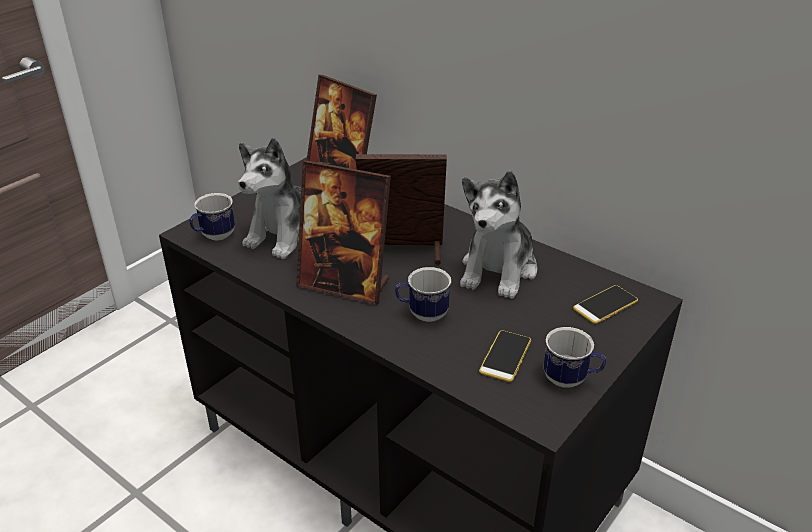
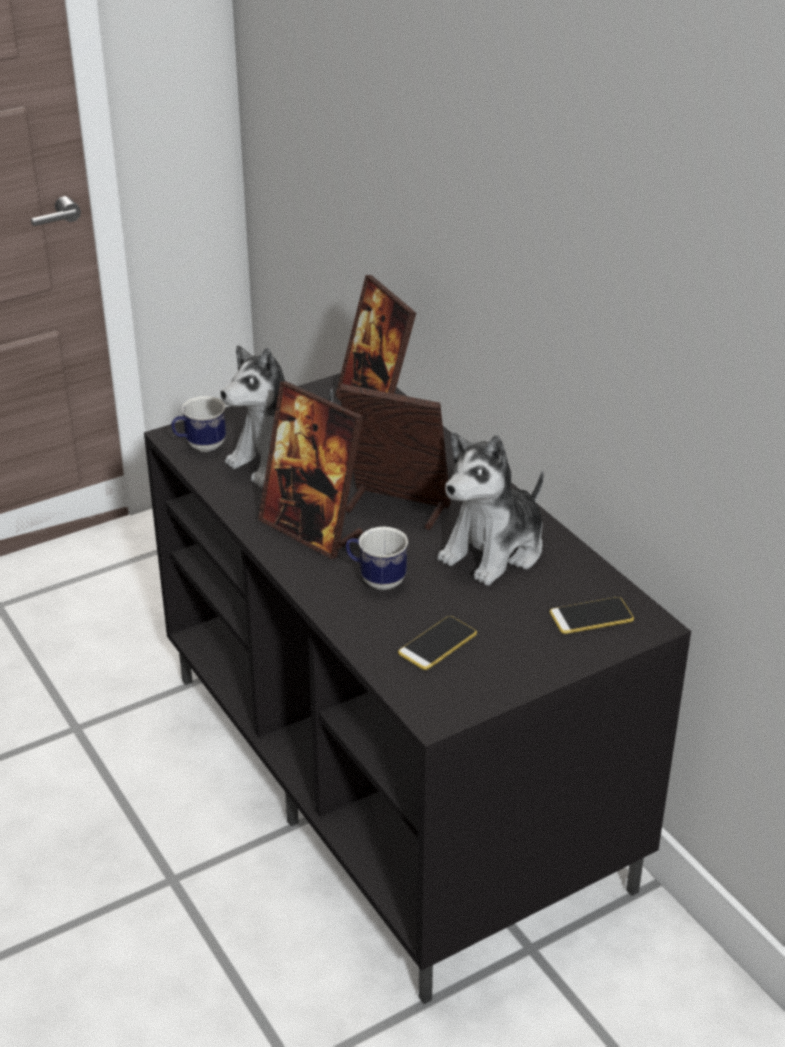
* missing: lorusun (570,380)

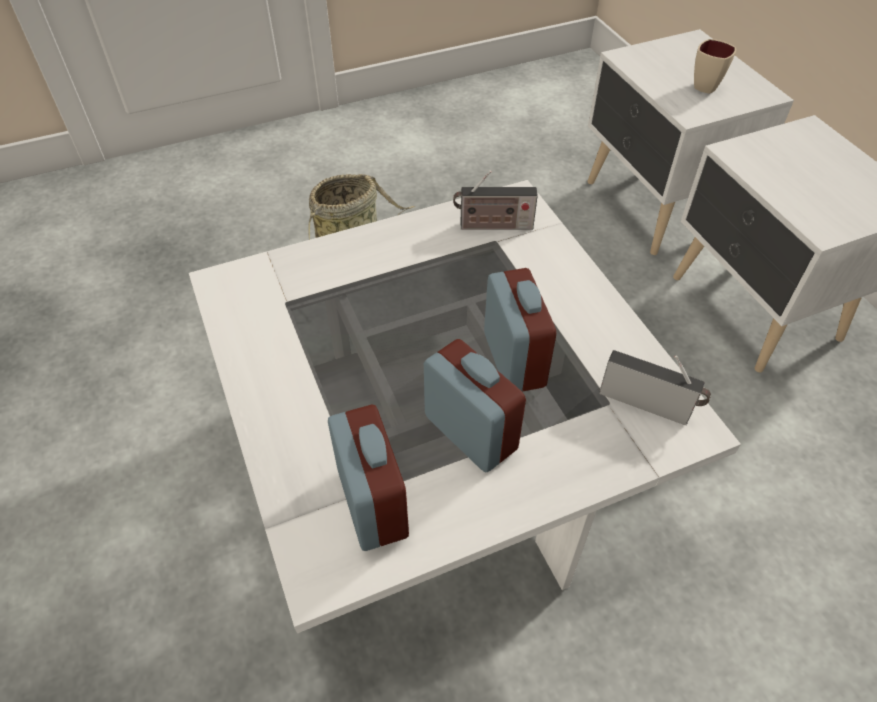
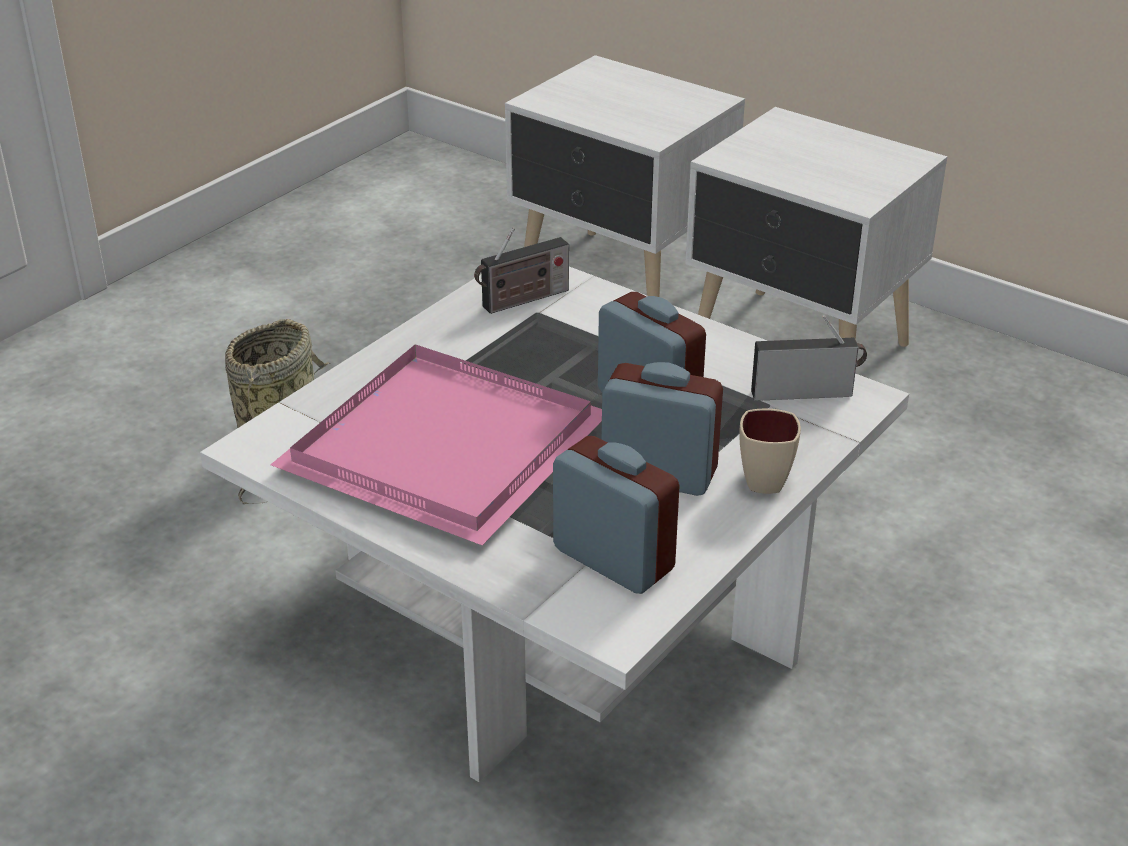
* appeared: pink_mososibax (443,443)
* relocated: beige_lorusun (707,84) to (764,476)

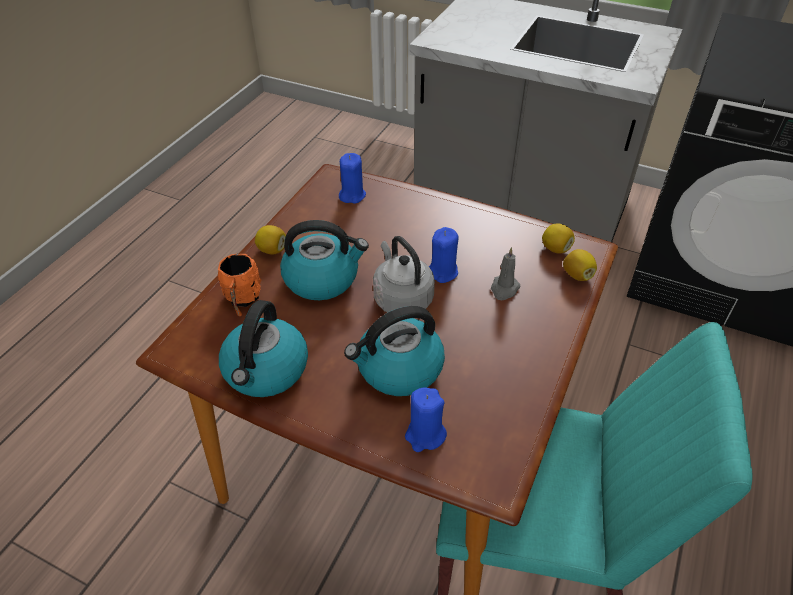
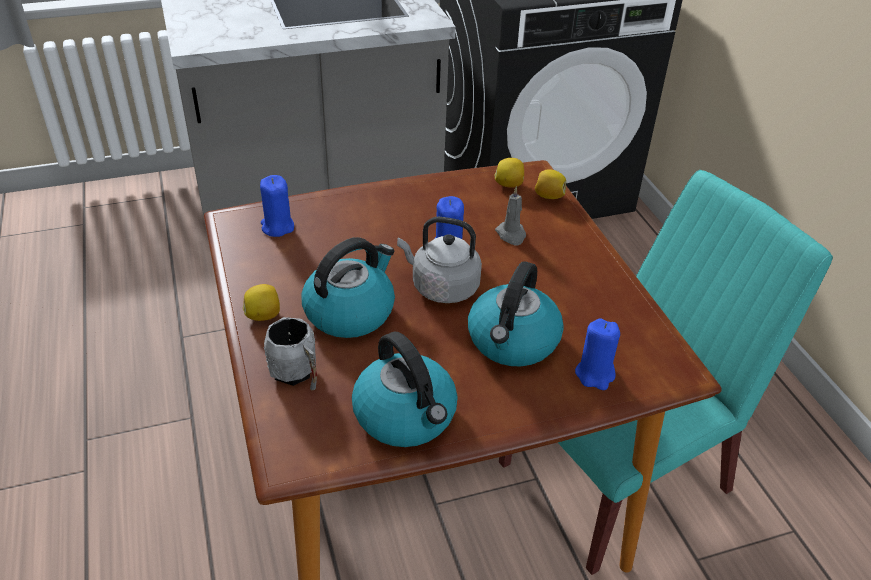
* colour: orange_lorusun (242,300) to grey_lorusun (297,375)

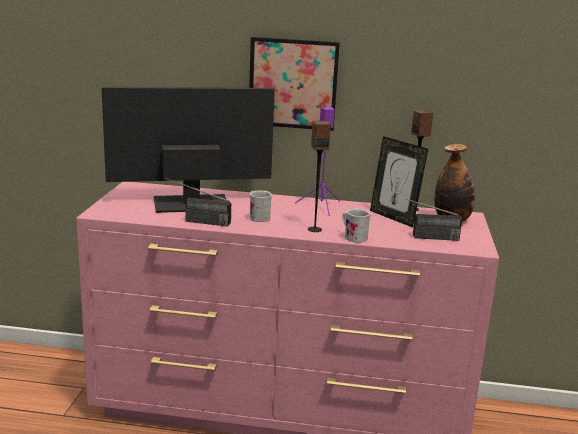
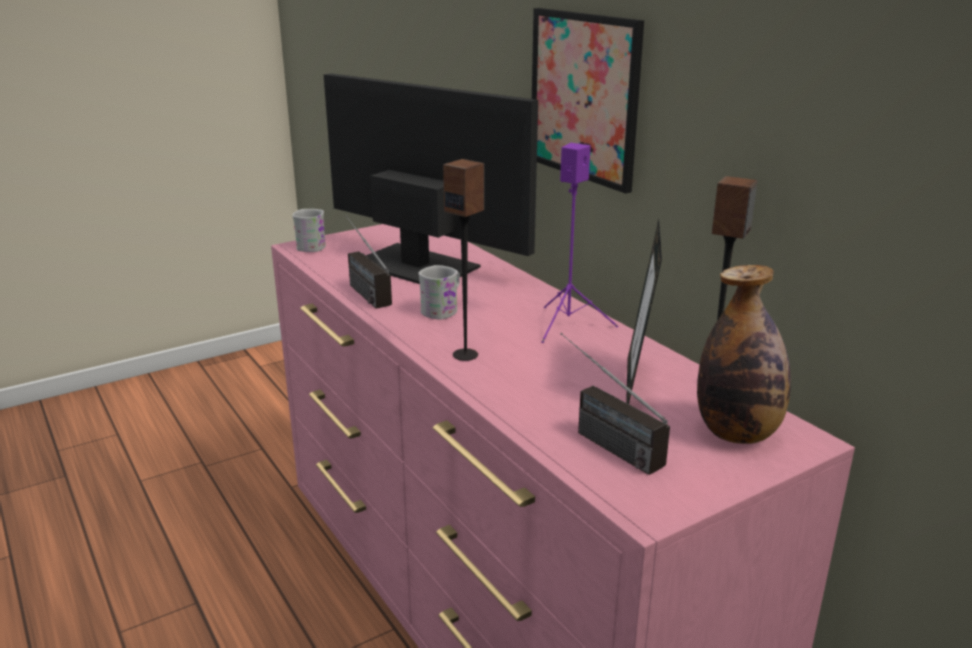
* relocated: white_lorusun (353,237) to (313,246)

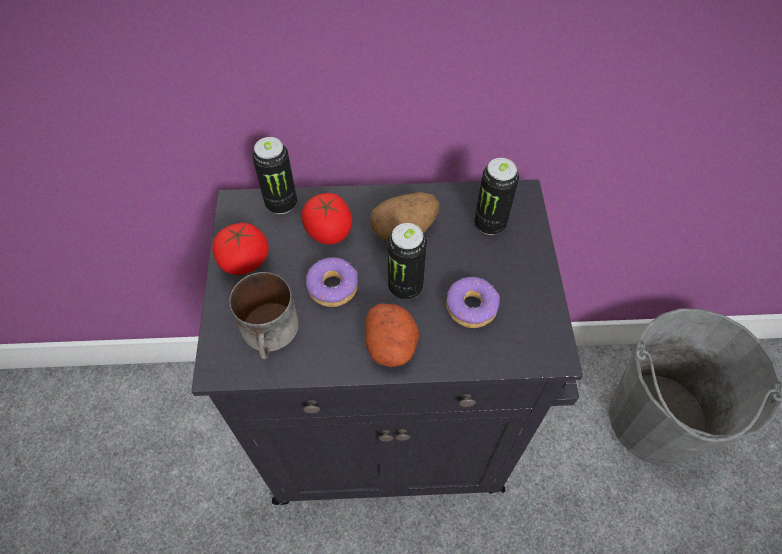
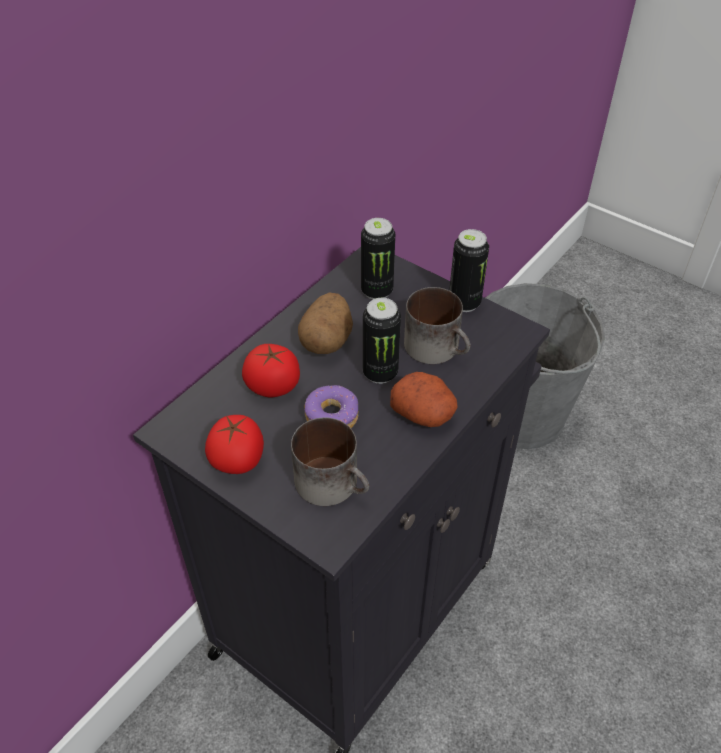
* relocated: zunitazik (281,203) to (464,303)
* exchanged: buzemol (472,307) to lorusun (438,347)

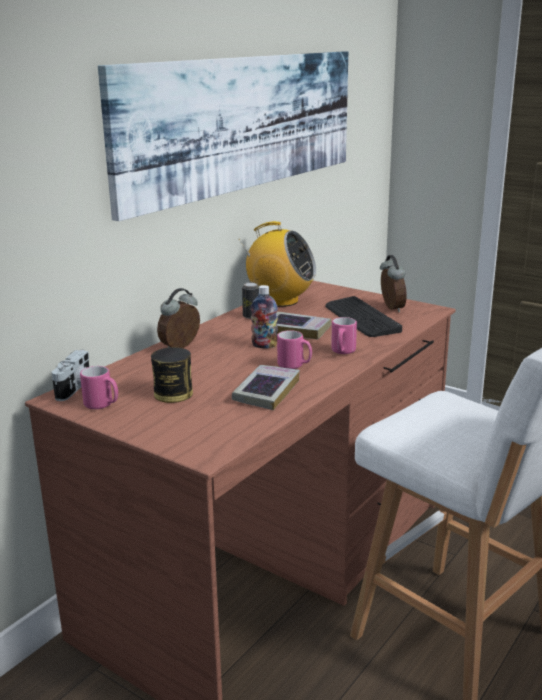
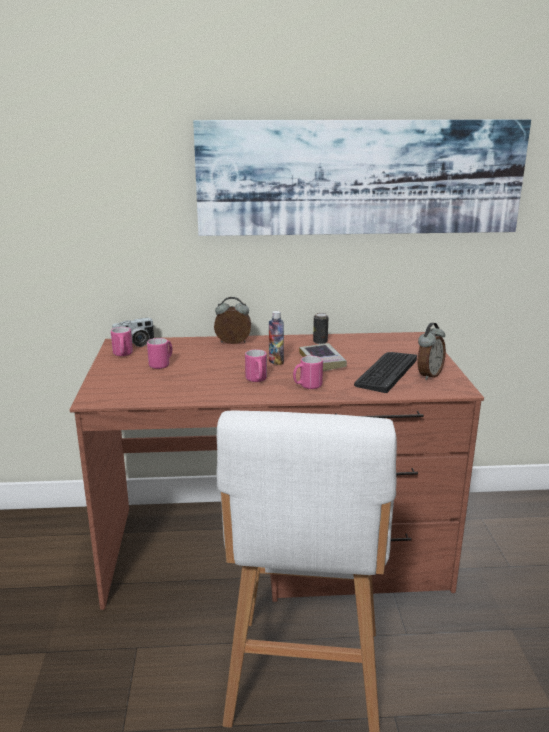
* missing: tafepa (266,392)
* missing: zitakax (280,301)
* exchanged: zunitazik (173,394) to pink_lorusun (162,364)

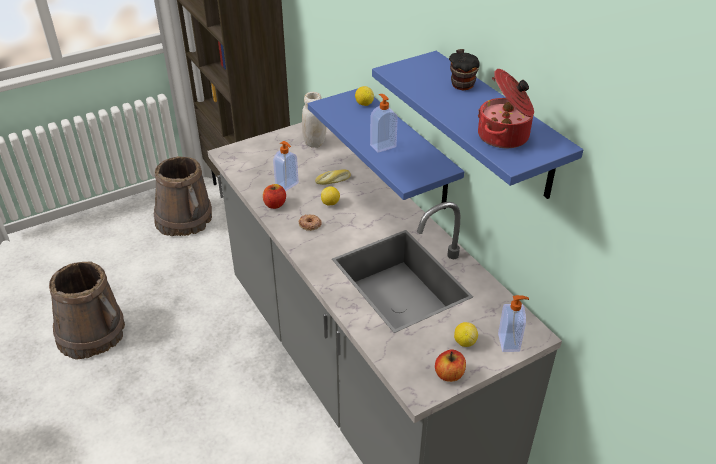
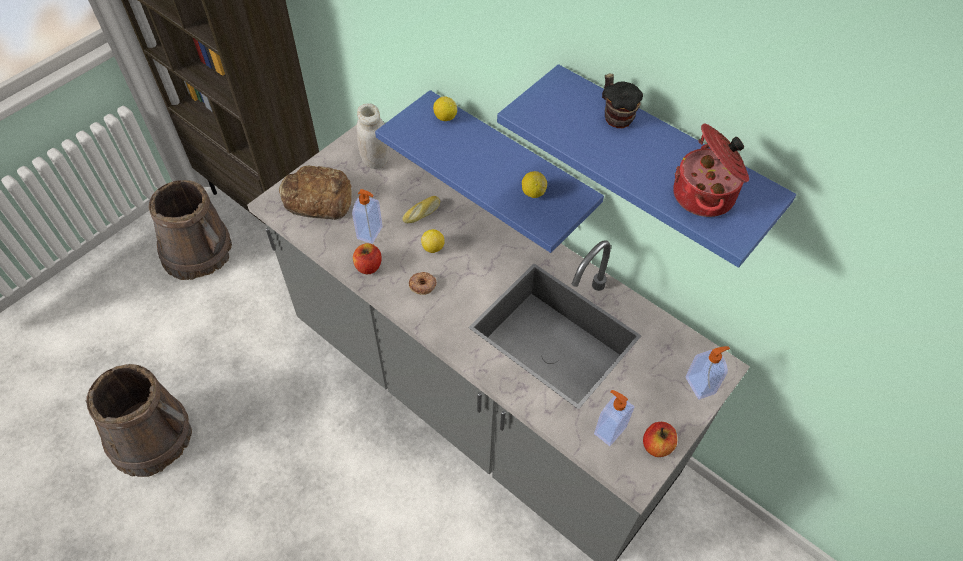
* appeared: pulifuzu (318,198)
* relocated: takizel (382,146) to (609,430)
* relocated: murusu (464,342) to (533,193)

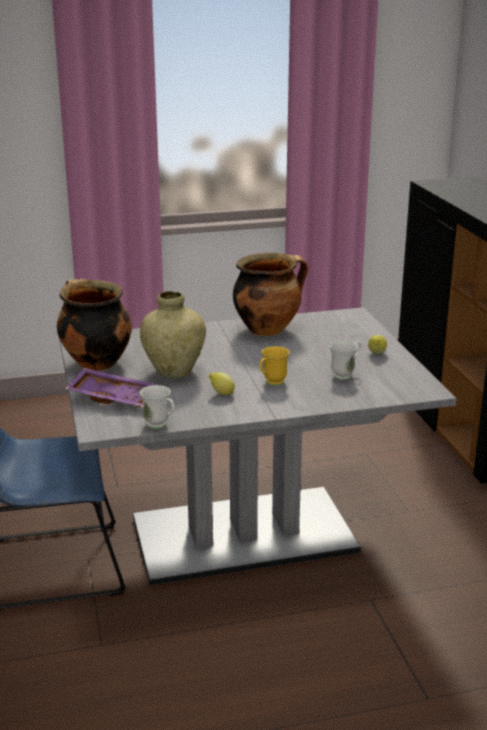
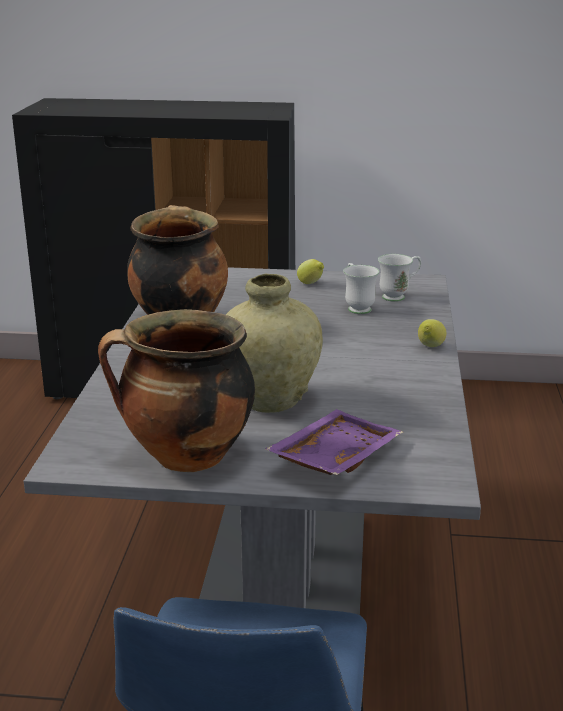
* missing: yellow_lorusun (271,383)
* relocated: white_lorusun (160,426) to (399,296)
* relocated: murusu (221,394) to (430,347)

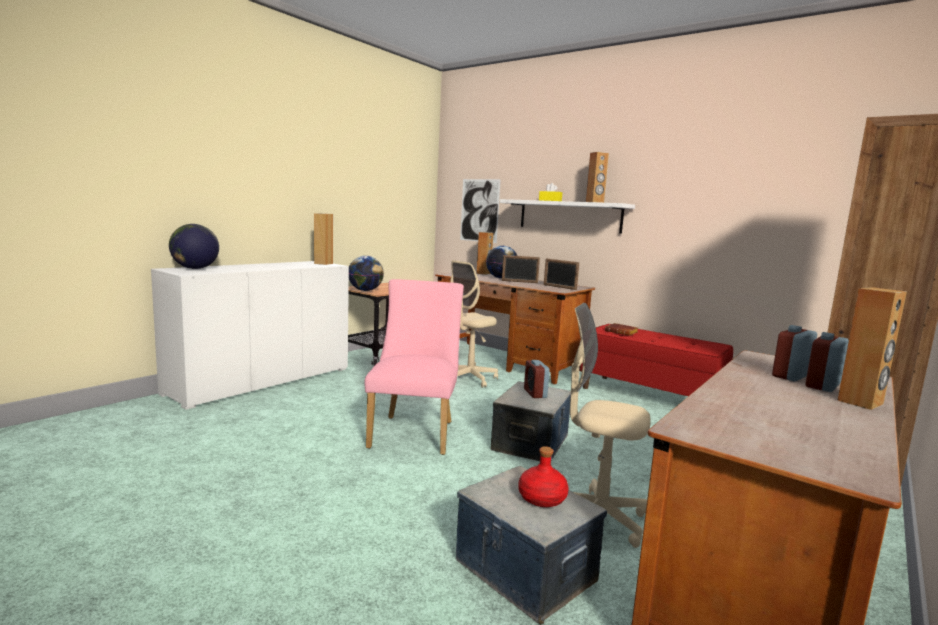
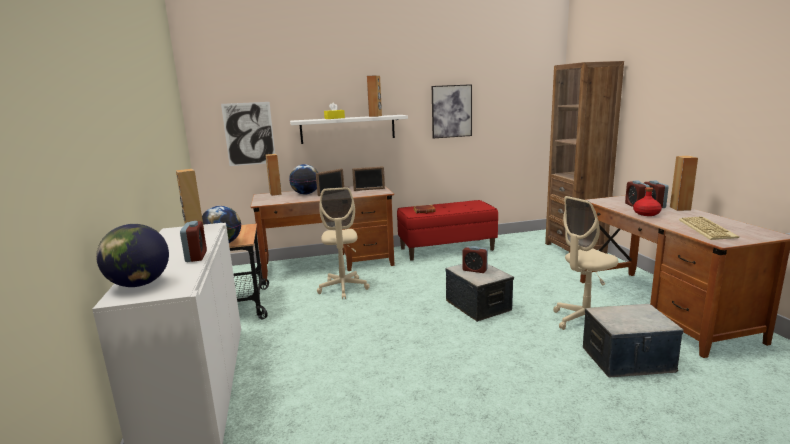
* missing: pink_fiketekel (414,431)
* appeared: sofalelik (196,256)
* appeared: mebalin (451,111)
* appeared: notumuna (708,229)
* relocated: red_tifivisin (542,498) to (646,214)

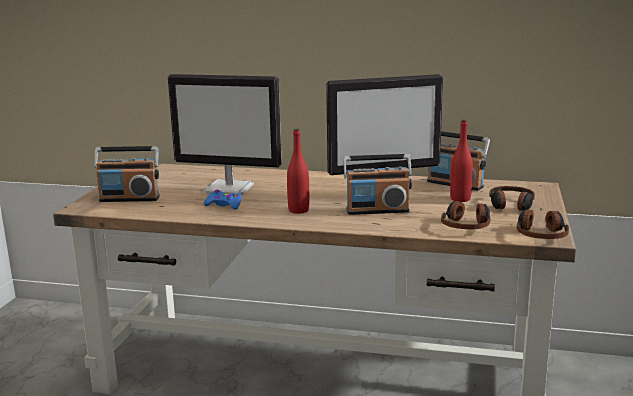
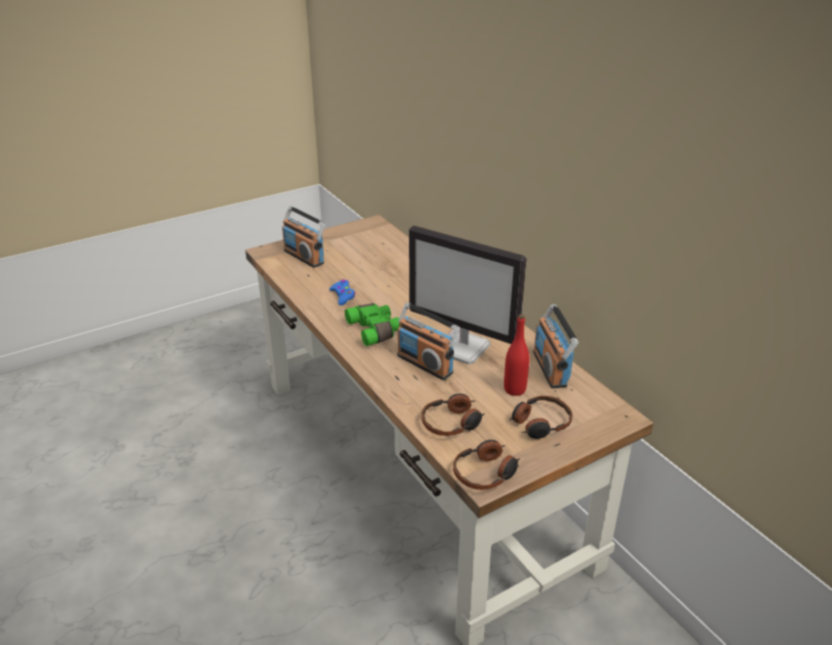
* missing: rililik (230,188)
* exchanged: red_tifivisin (298,210) to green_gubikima (375,330)

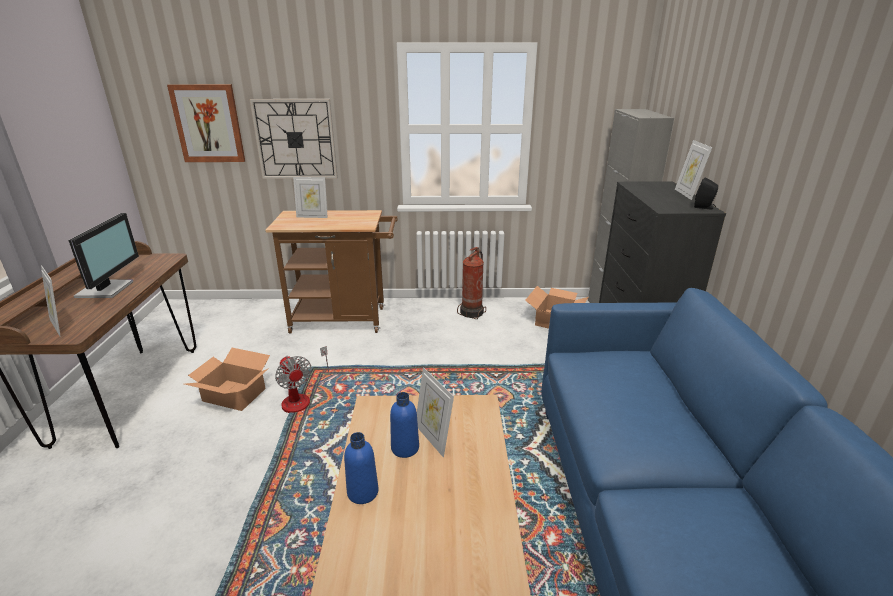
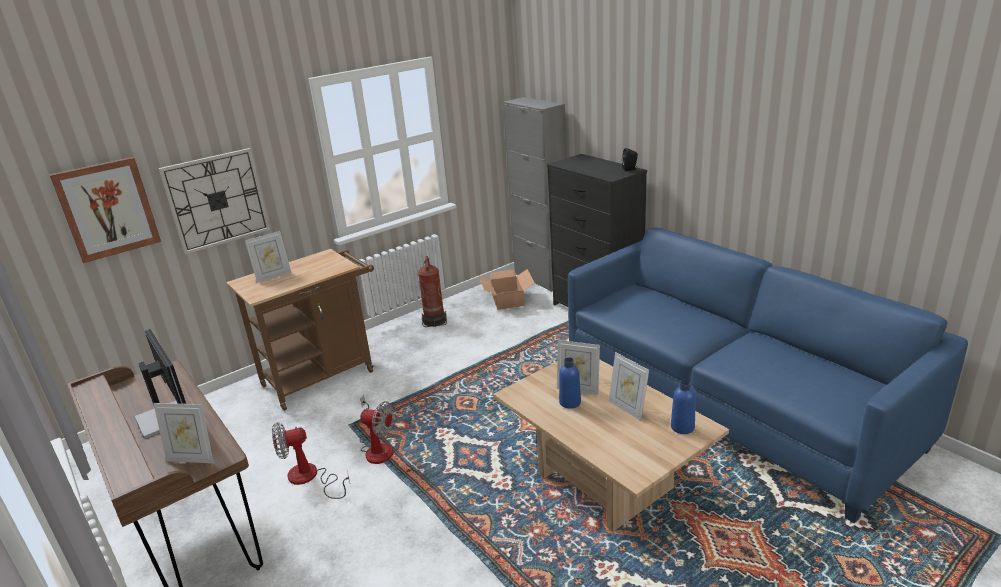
* relocated: blue_tifivisin (362,492) to (682,427)
* relocated: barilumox (687,194) to (627,408)
* exchanged: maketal (234,395) to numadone (310,478)

